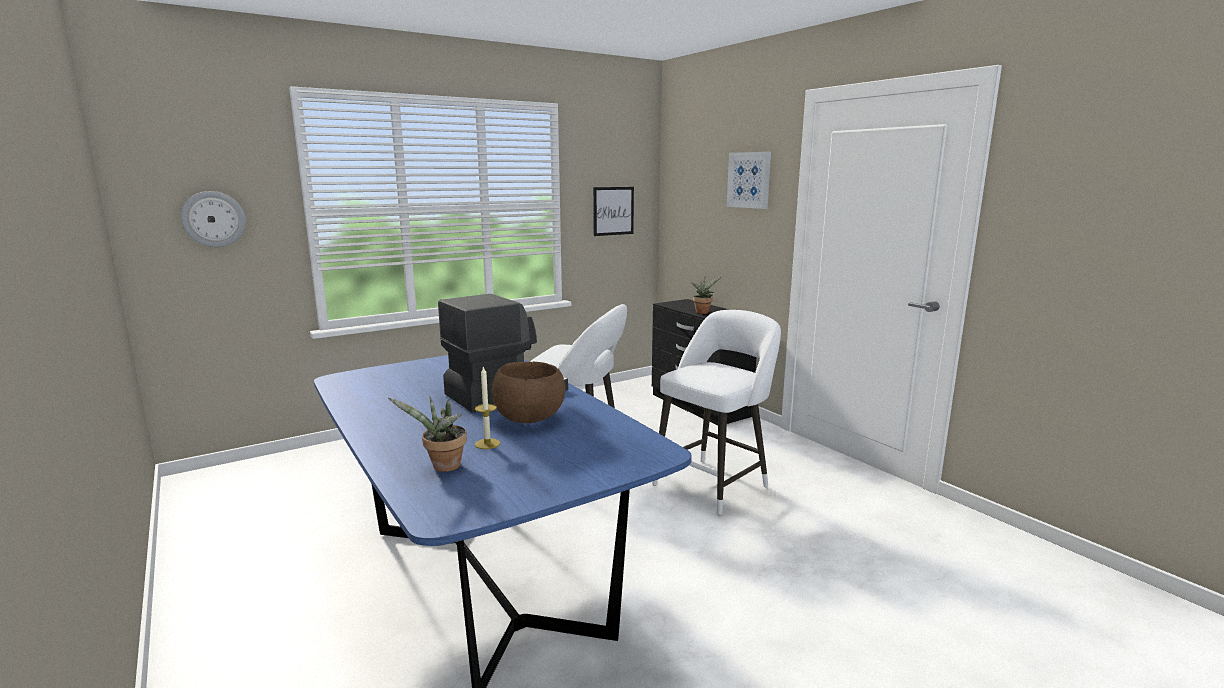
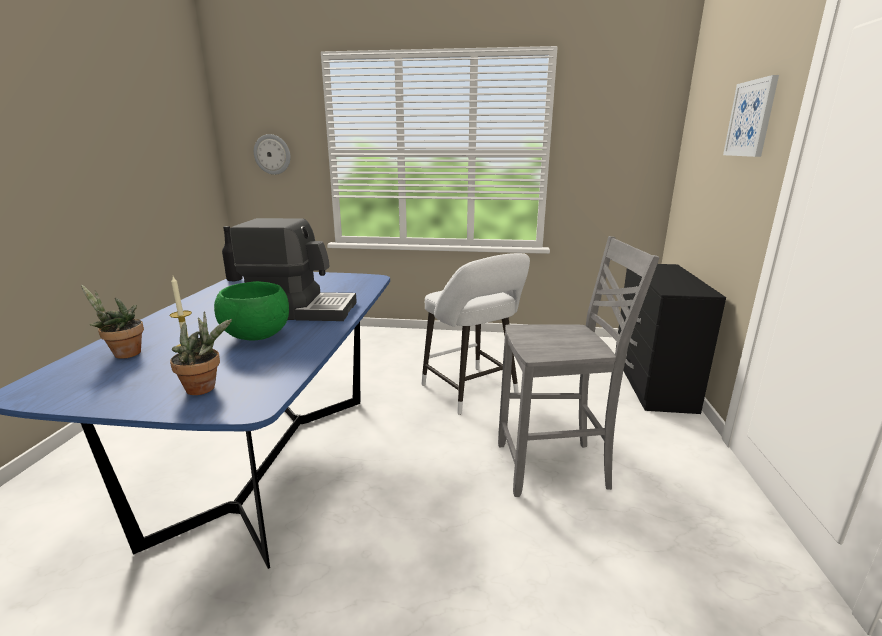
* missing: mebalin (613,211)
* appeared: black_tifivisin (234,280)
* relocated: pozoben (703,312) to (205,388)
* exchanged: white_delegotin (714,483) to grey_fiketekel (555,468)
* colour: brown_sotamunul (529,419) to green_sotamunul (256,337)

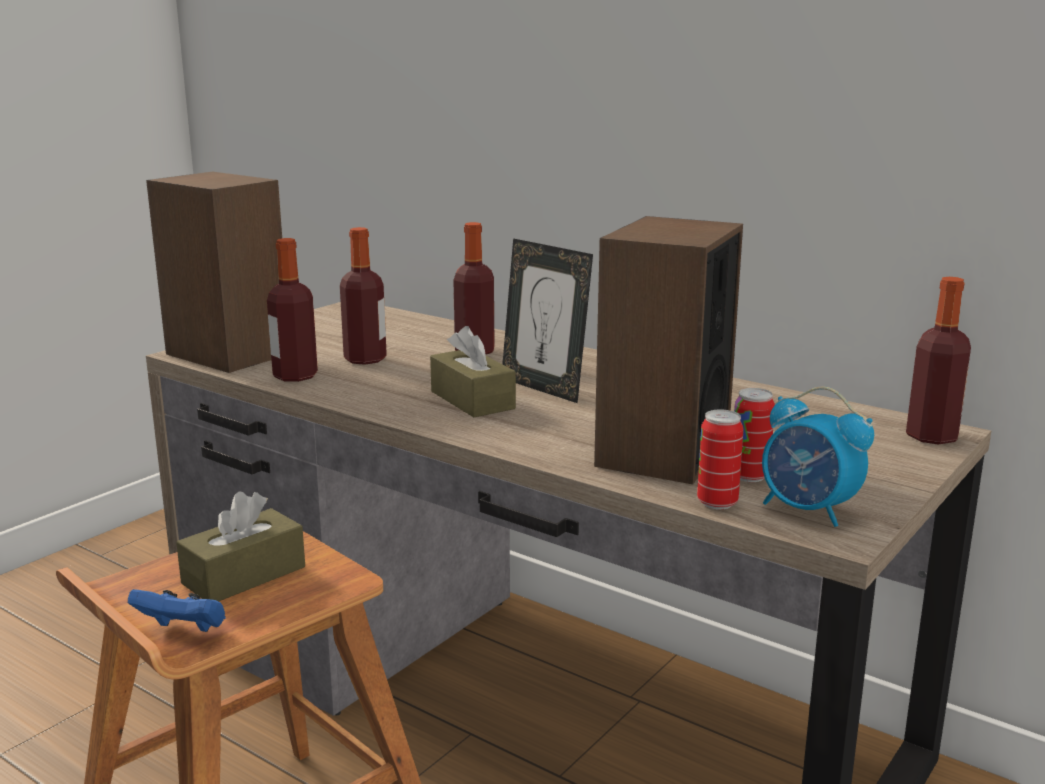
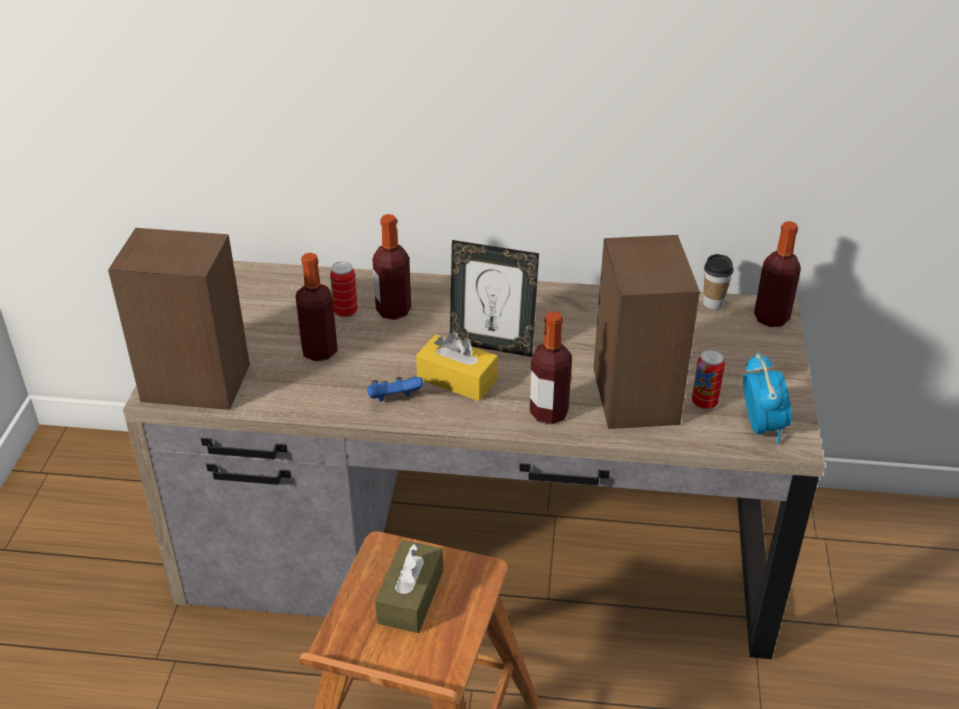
* appeared: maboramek (713,303)
* relocated: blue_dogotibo (184,630) to (394,399)
* relocated: tifivisin (295,376) to (548,413)
* relocated: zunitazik (717,503) to (345,312)
* colour: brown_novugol (472,400) to yellow_novugol (457,379)
* spun: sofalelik (808,511) = (761,426) 105 degrees counterclockwise

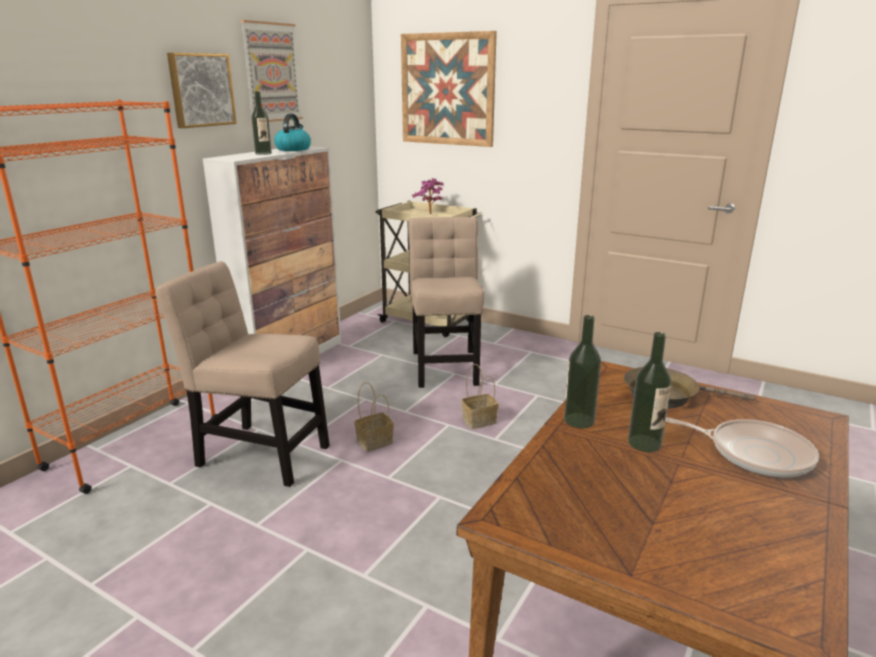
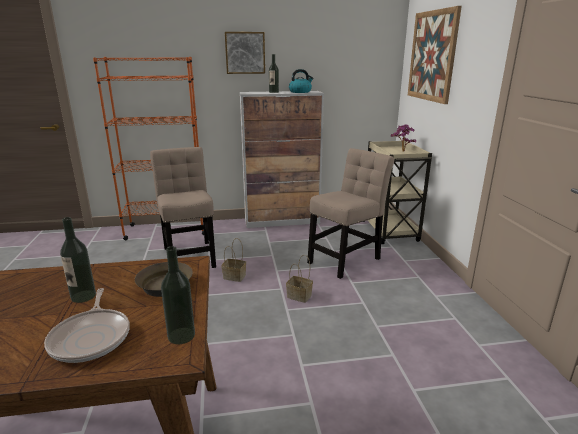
* missing: mebalin (271,72)
* relocated: tifivisin (579,420) to (181,335)

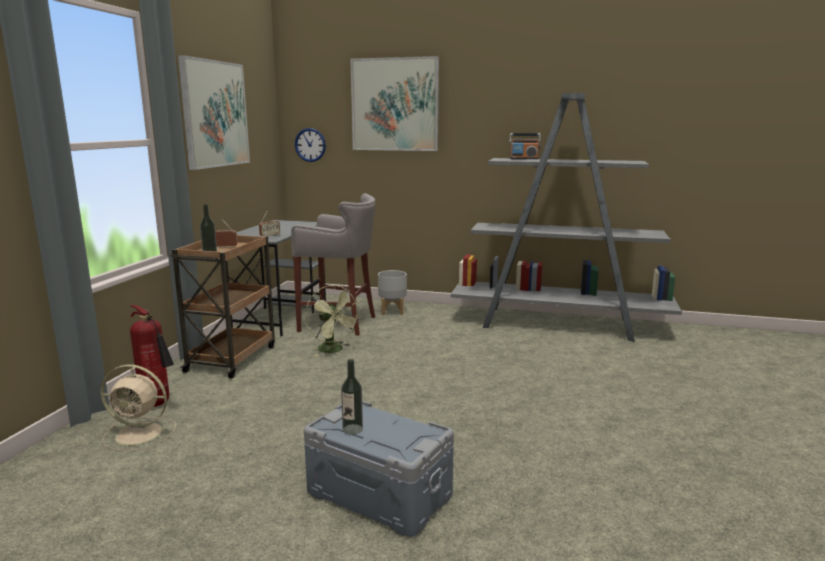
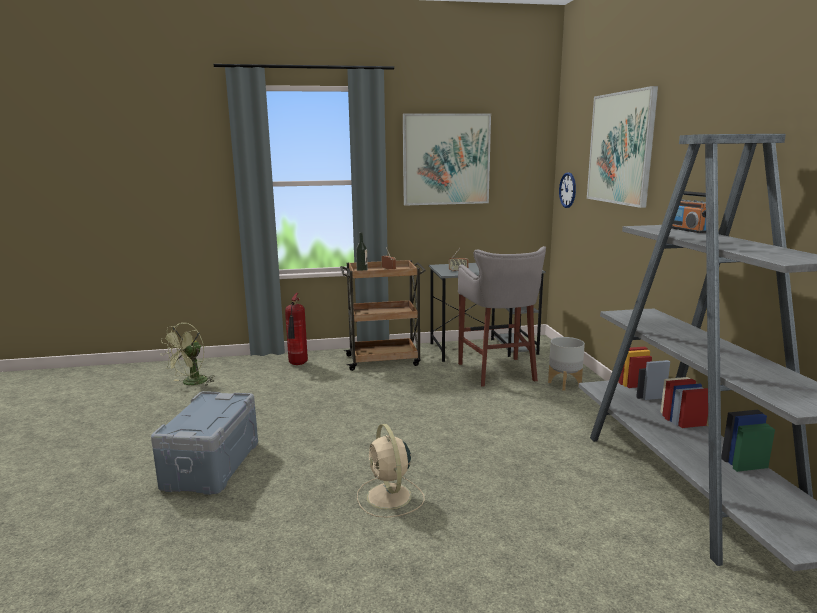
* missing: tifivisin (352,429)
* relocated: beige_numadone (141,434) to (389,497)
* relocated: green_numadone (334,350) to (191,383)

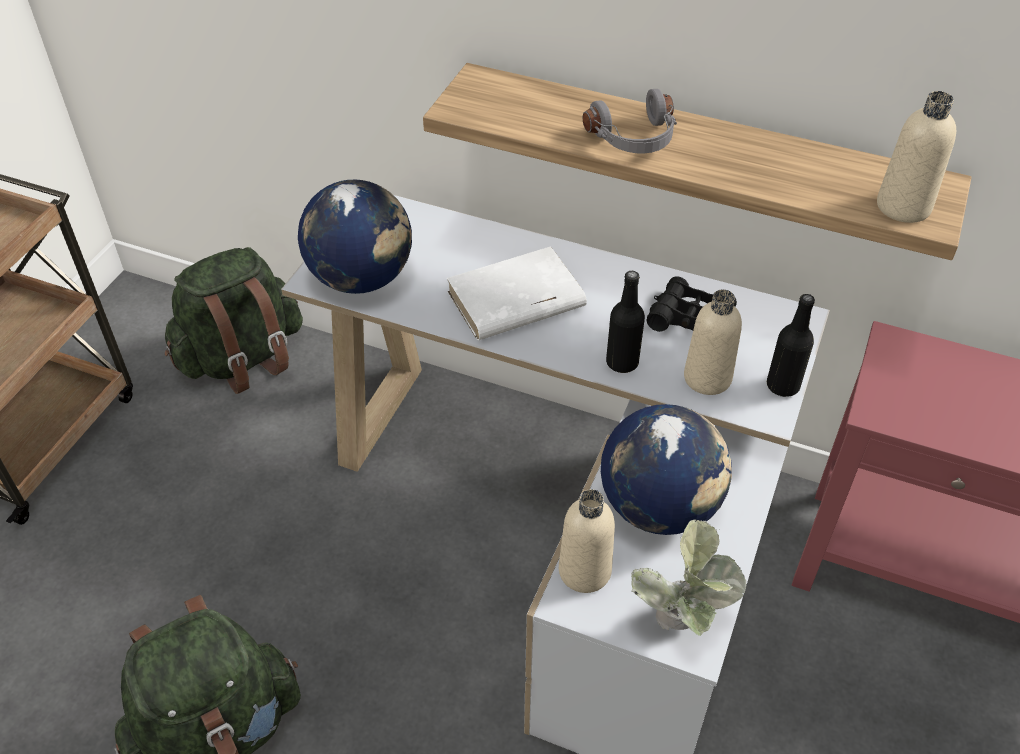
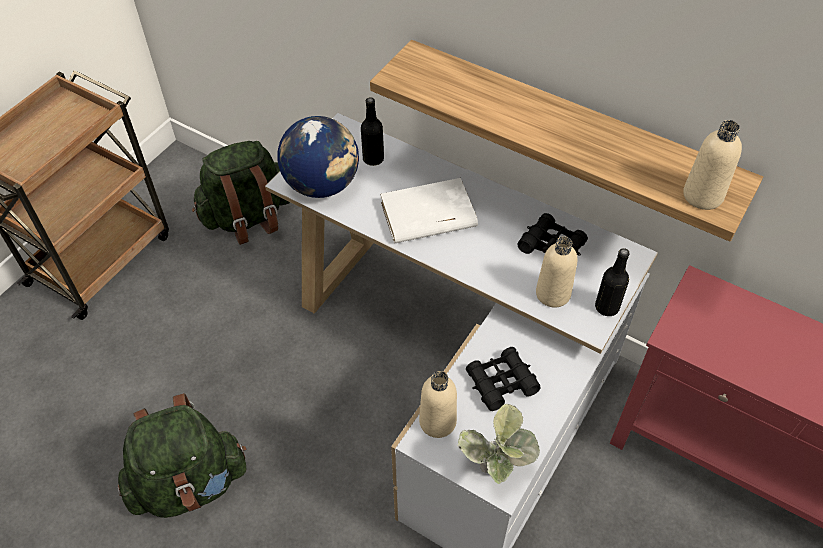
* missing: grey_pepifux (635,139)
* relocated: black_tifivisin (622,362) to (373,159)
* exchanged: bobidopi (659,506) to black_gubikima (501,382)

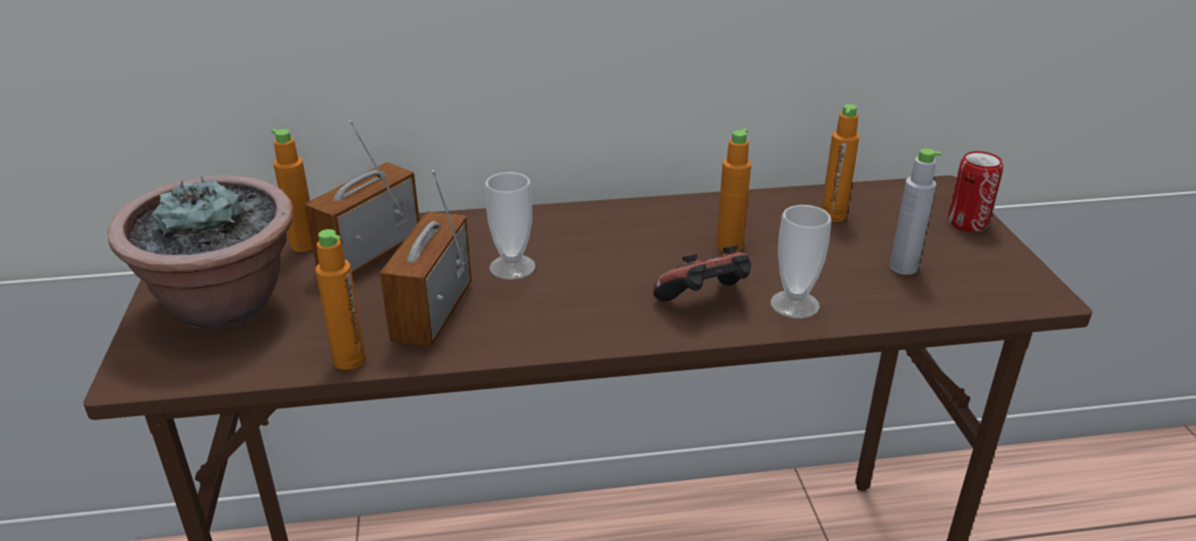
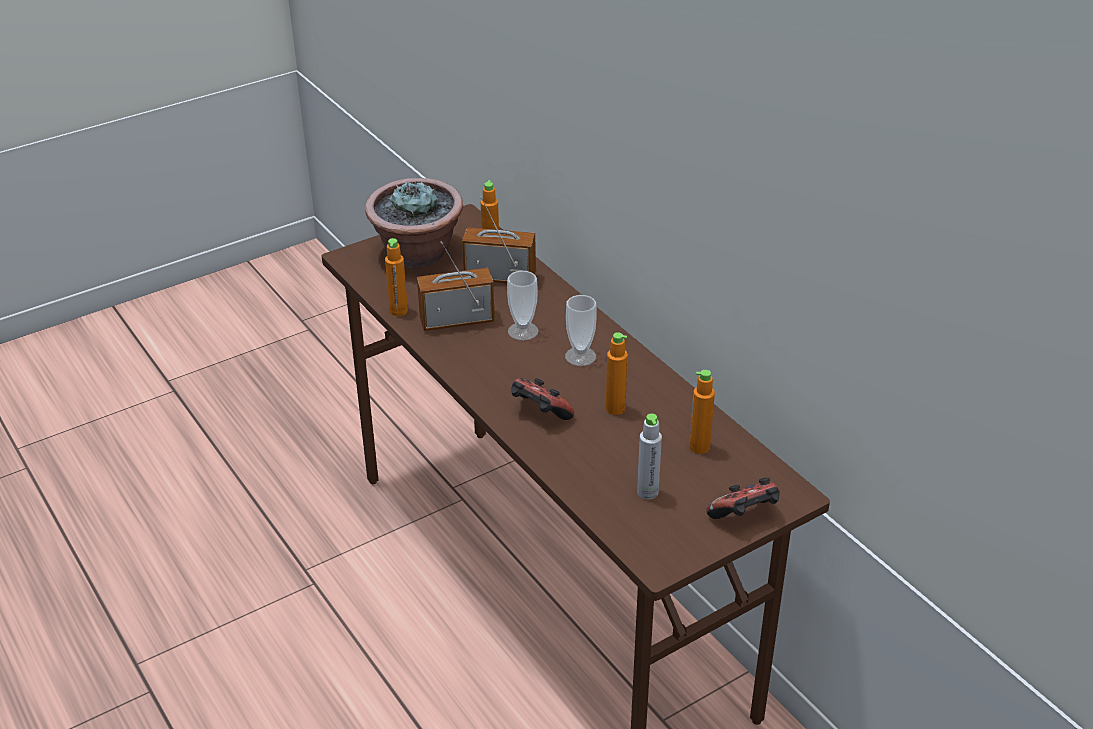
* relocated: maboramek (794,304) to (580,356)
* exchanged: zunitazik (967,223) to dogotibo (745,517)

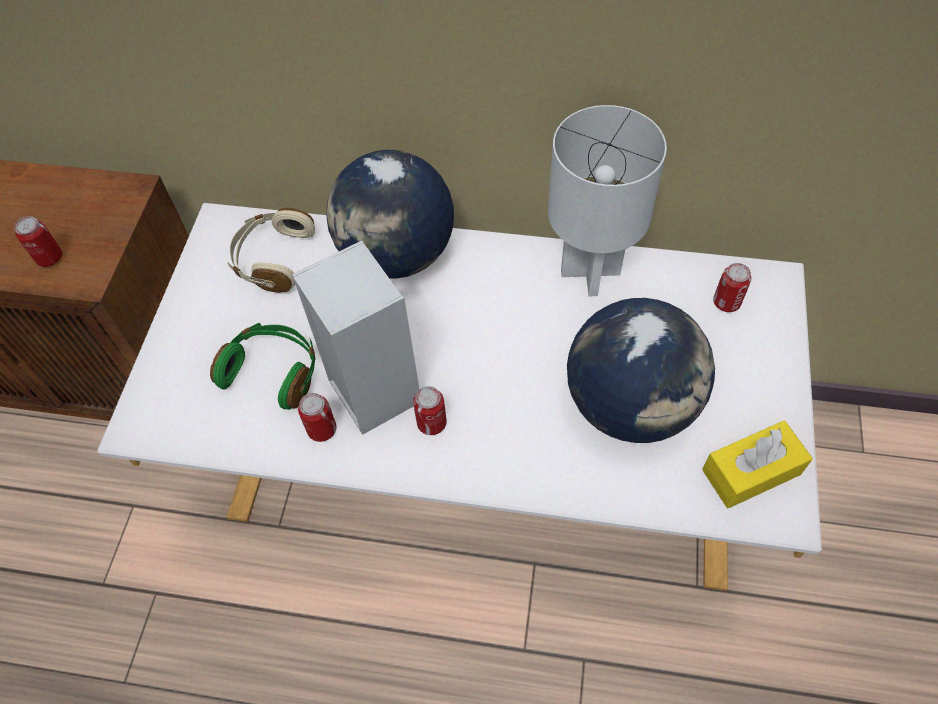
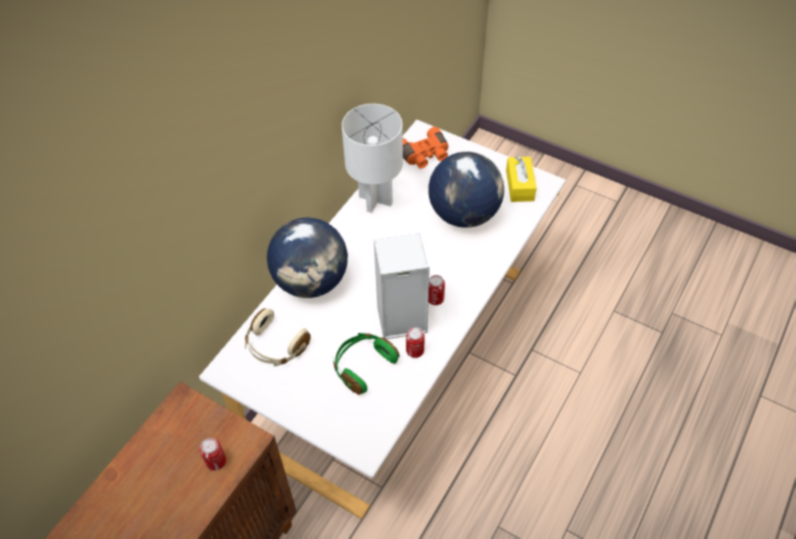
* exchanged: zunitazik (726,302) to orange_gubikima (424,155)

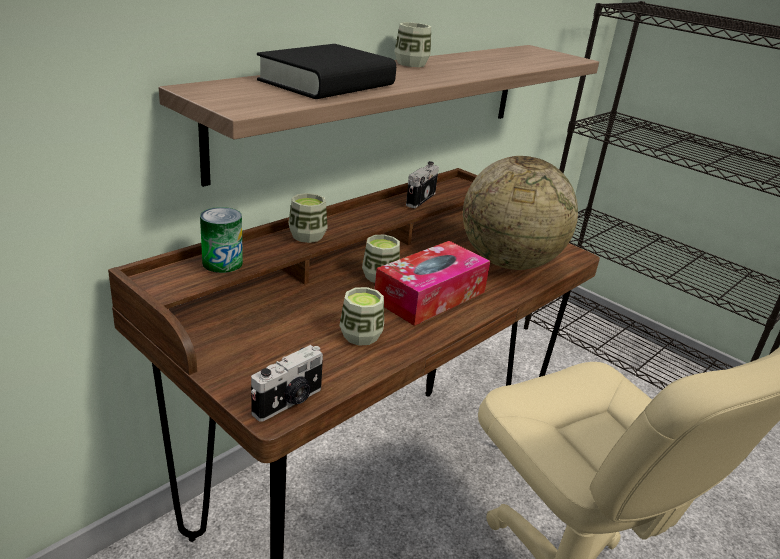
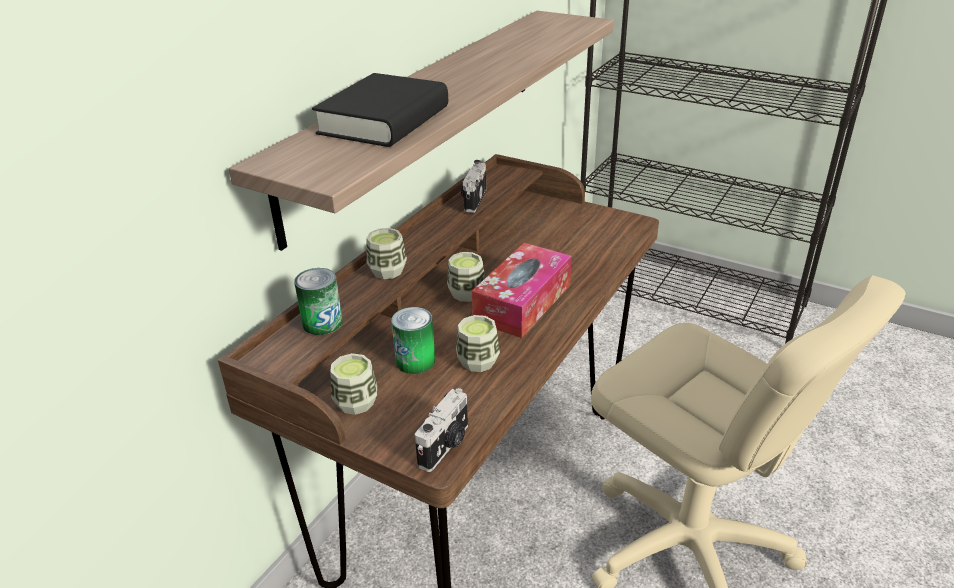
* missing: bobidopi (509,262)
* appeared: zunitazik (415,361)
* relocated: maboramek (411,64) to (356,402)

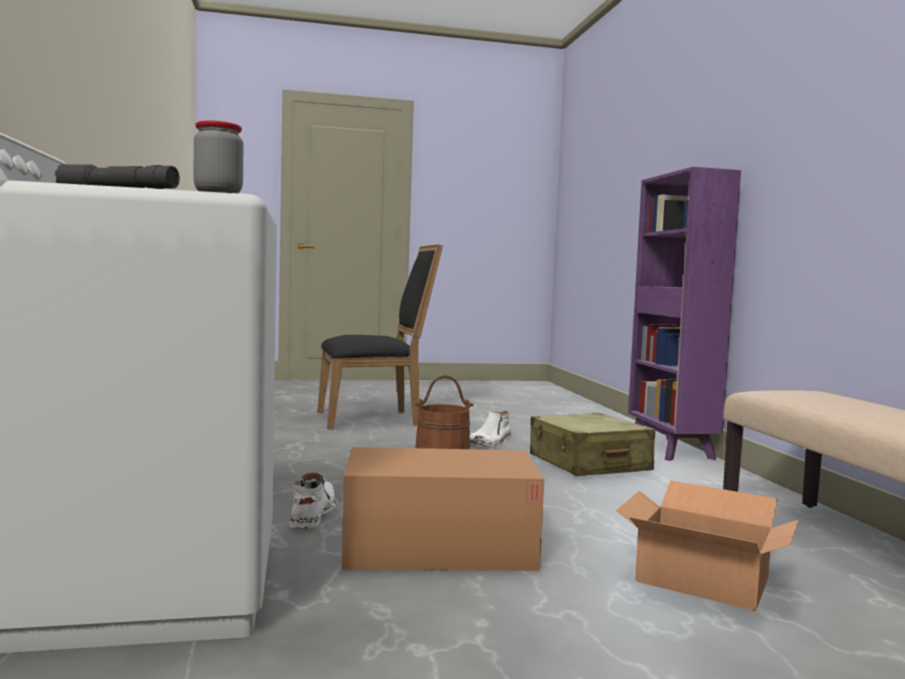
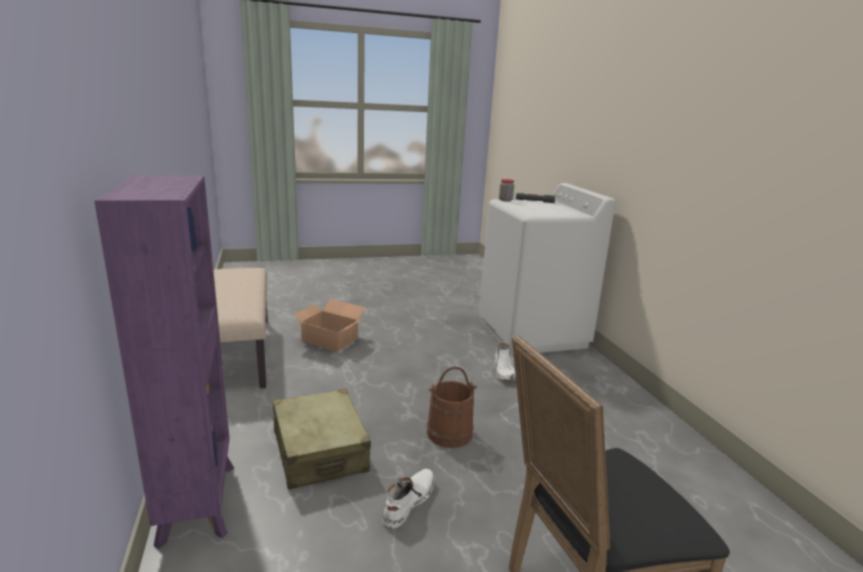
* missing: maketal (439,548)

